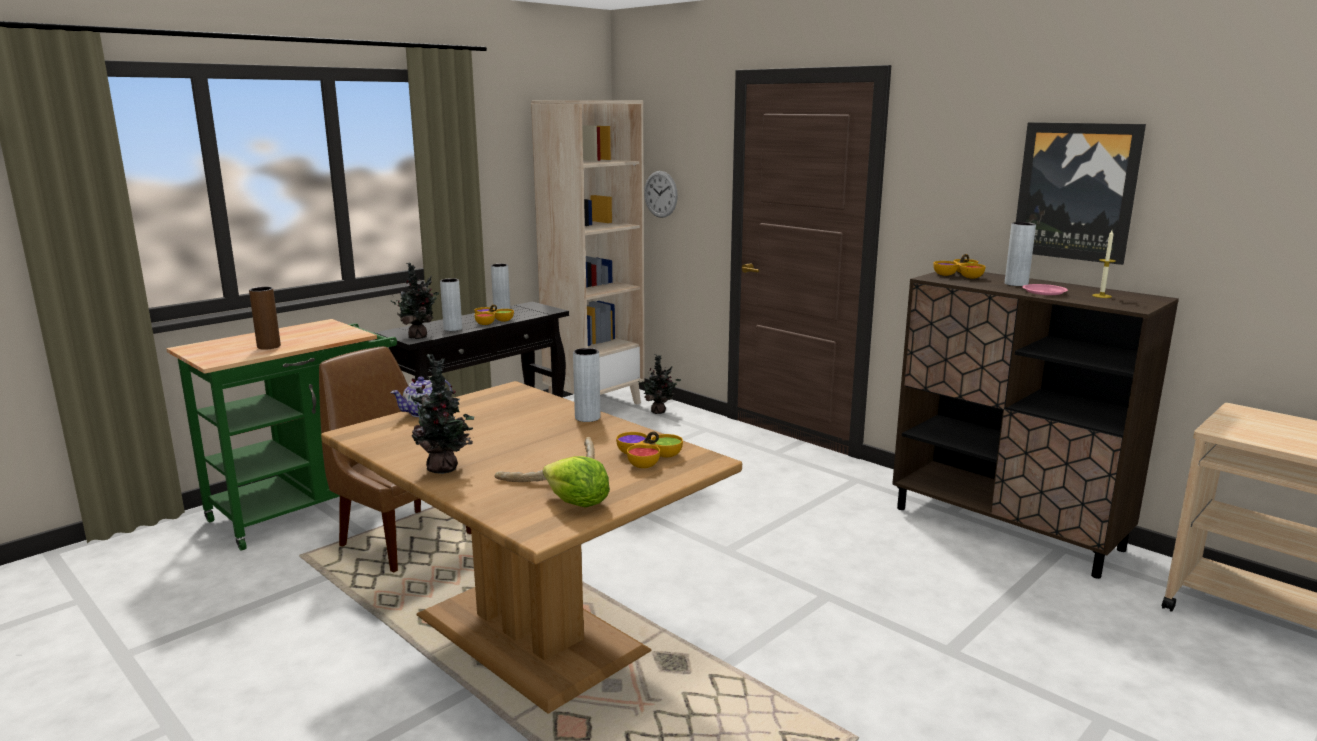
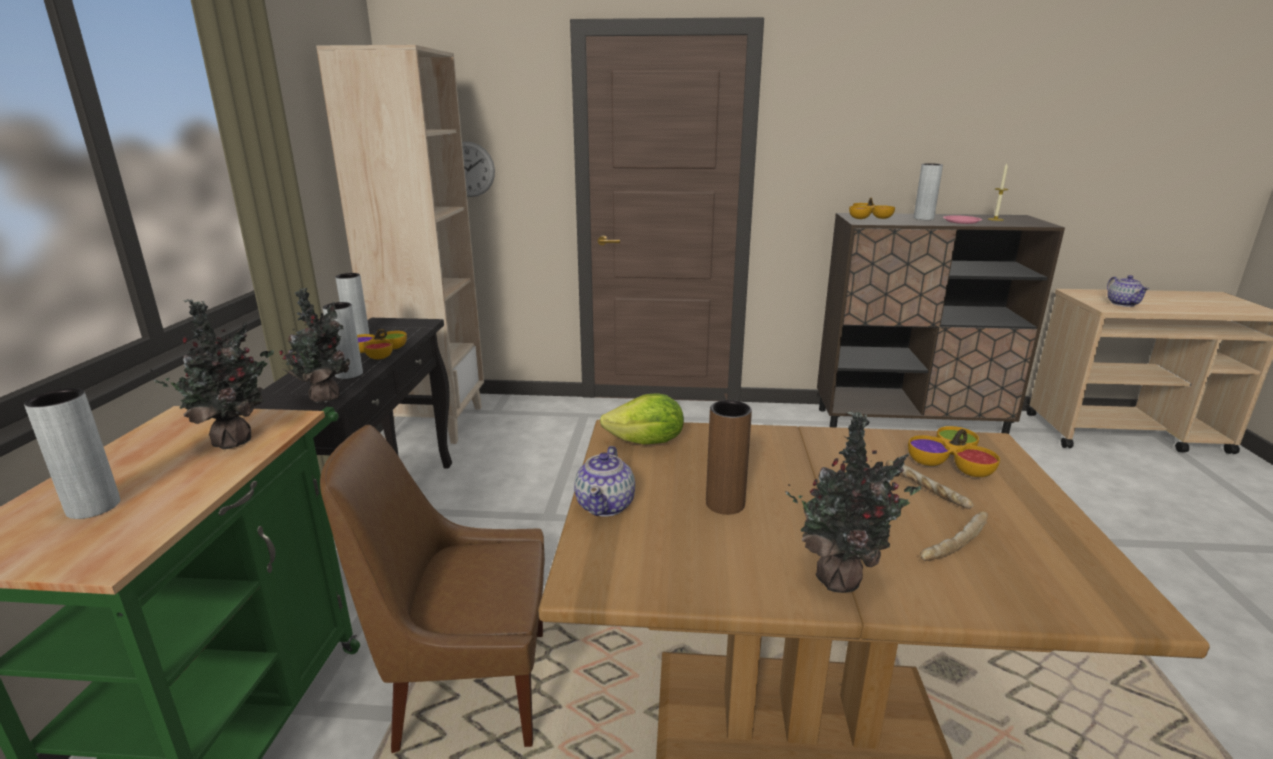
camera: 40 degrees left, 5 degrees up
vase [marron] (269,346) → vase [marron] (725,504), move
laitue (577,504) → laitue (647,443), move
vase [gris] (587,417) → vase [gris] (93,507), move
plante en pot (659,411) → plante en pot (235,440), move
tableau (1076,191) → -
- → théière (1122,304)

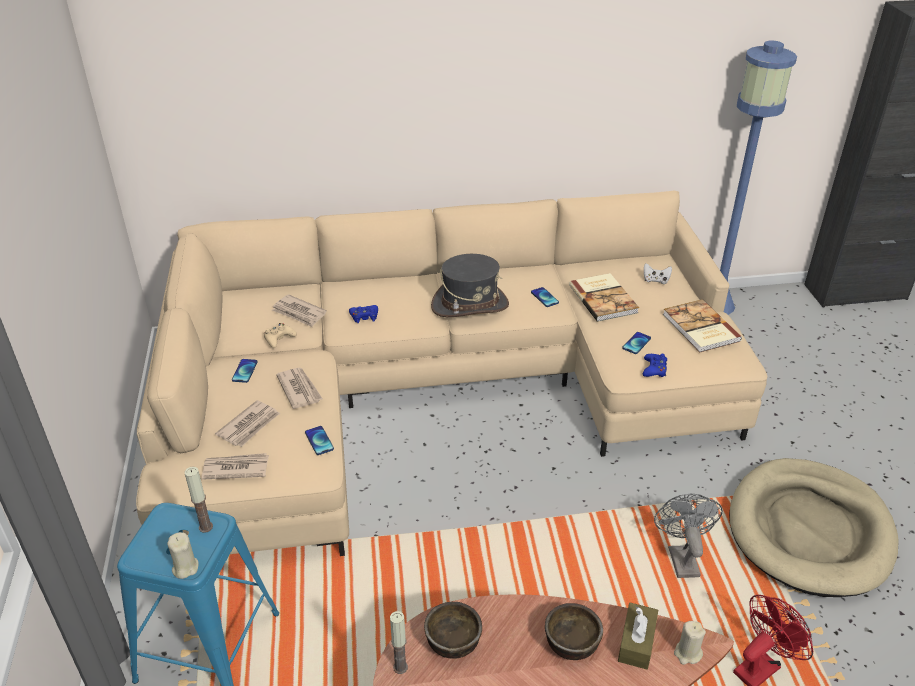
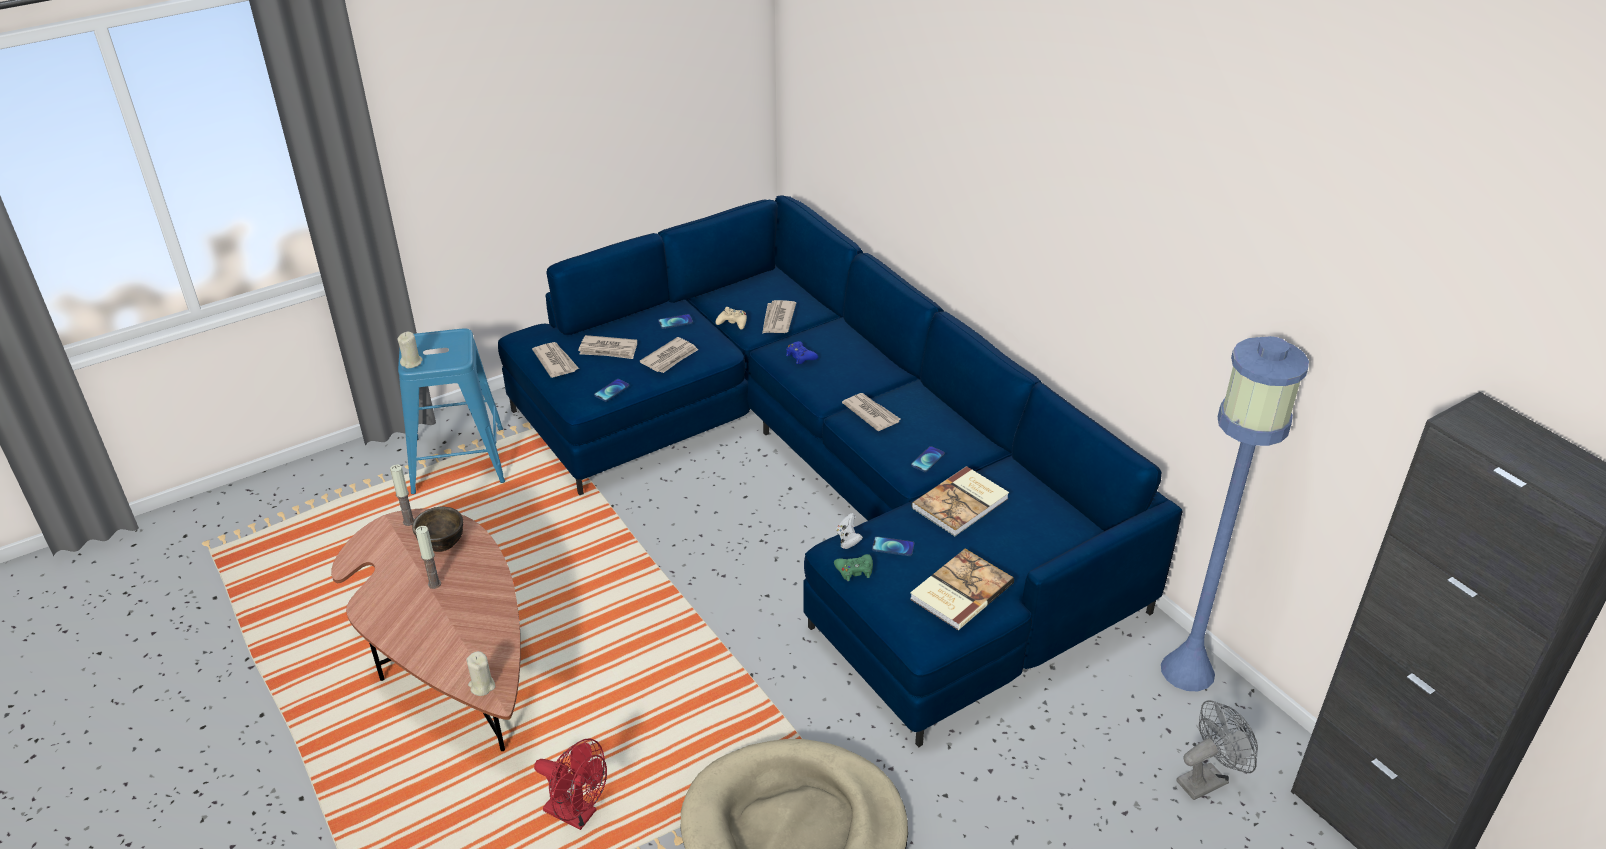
camera: 65 degrees right, 0 degrees up
canapé [beige] (433,392) → canapé [bleu] (824,478)
bougie (205,527) → bougie (434,584), move
chapeau [gris] (470,305) → journal (871,413)
bol [marron] (571,645) → -
boîte à mouchoirs [marron] (636,642) → -
manette [bleu] (654,369) → manette [vert] (854,571)
manette [blanc] (655,280) → manette [blanc] (848,540), move
ventilateur [gris] (681,557) → ventilateur [gris] (1207,779), move

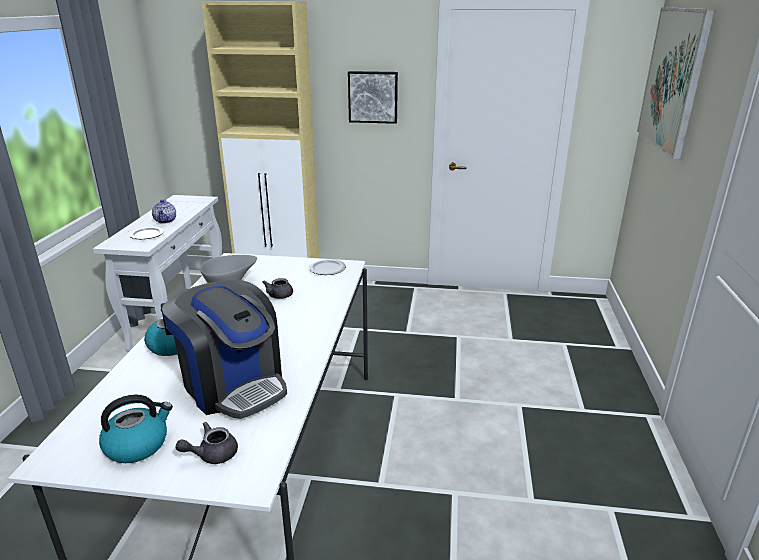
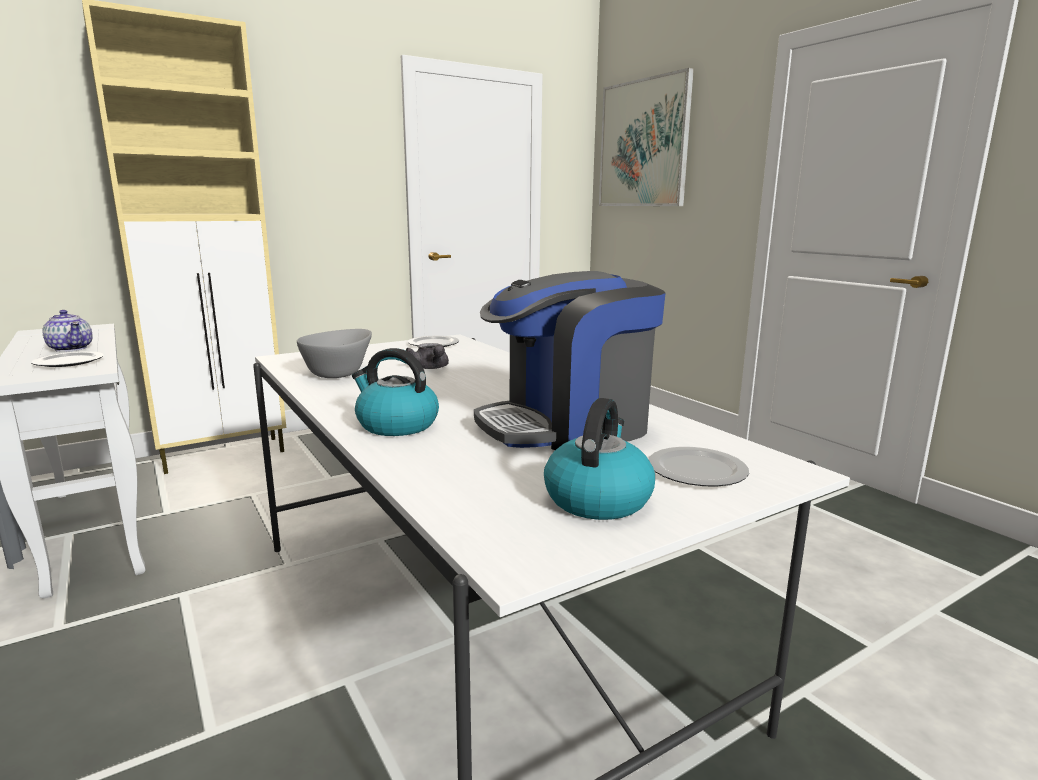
camera: 40 degrees left, 10 degrees down
machine à café (233,385) → machine à café (568,426), 150 degrees clockwise
théière [gris] (212,454) → assiette (698,471)
tableau (373,97) → -

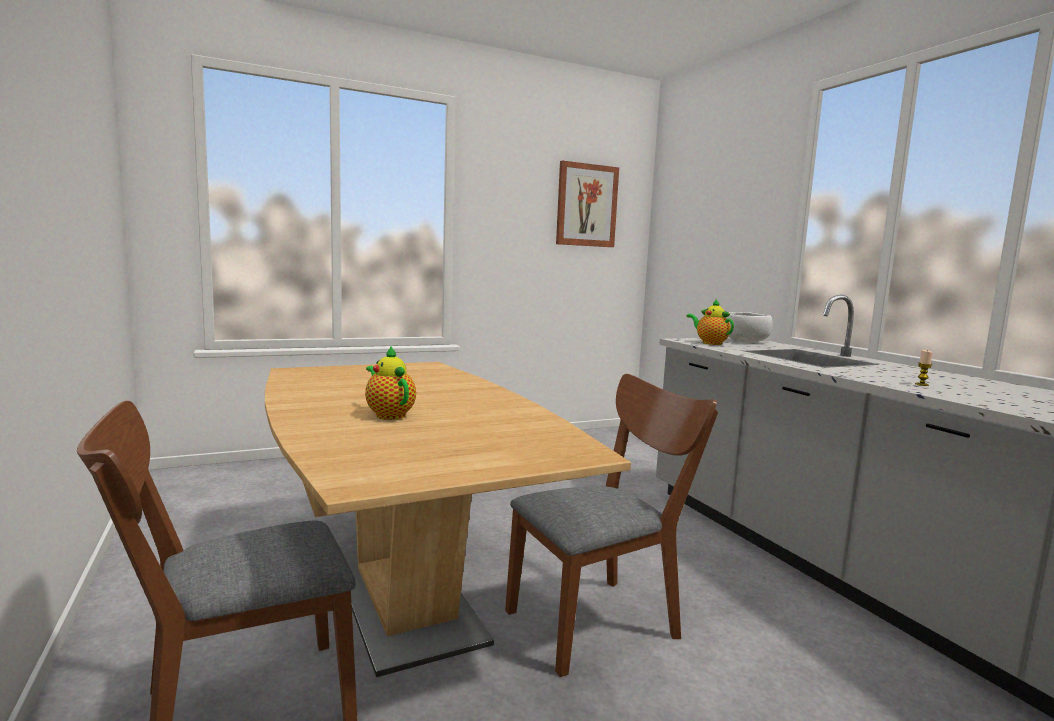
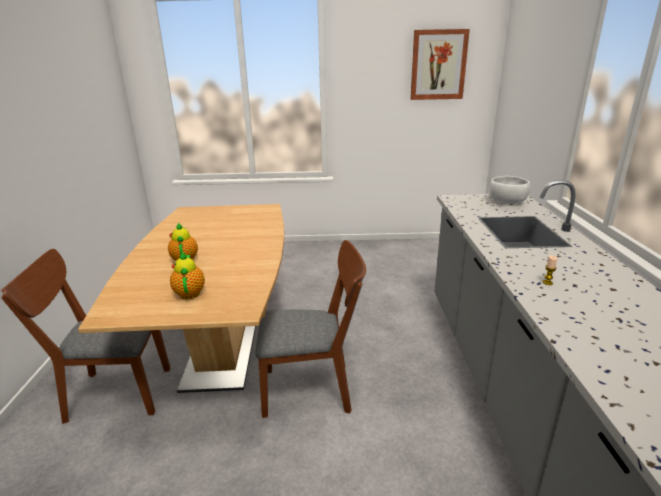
camera: 25 degrees right, 15 degrees up
théière (710,343) → théière (190,292), move

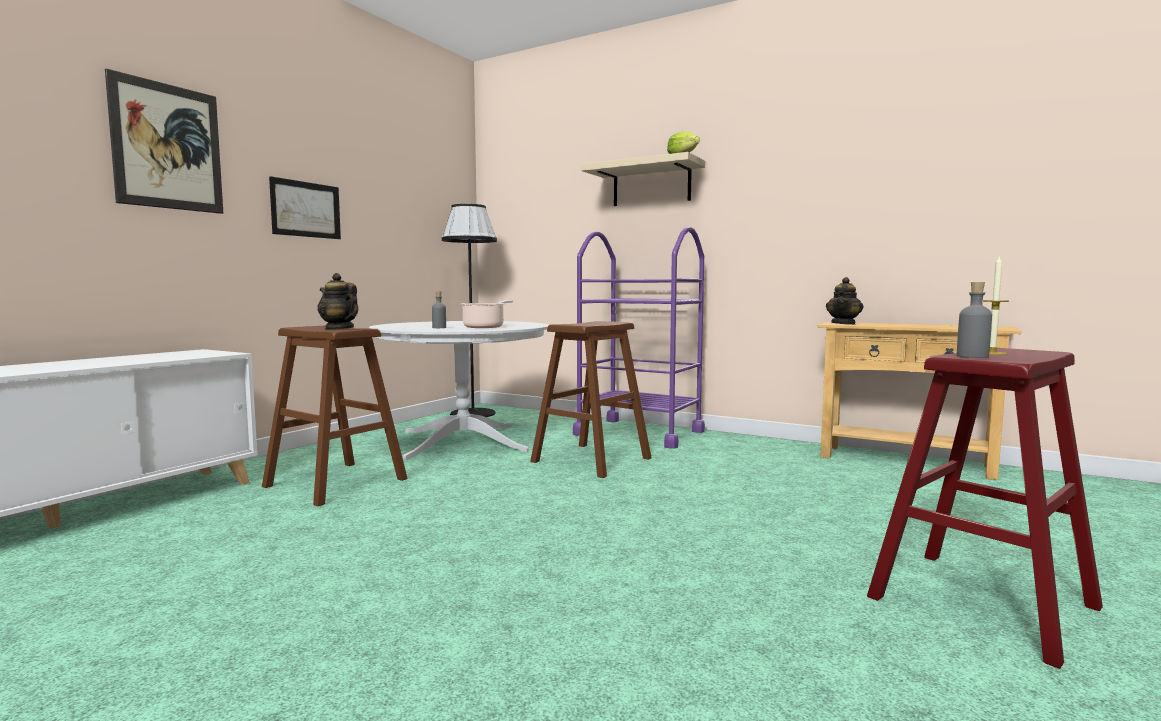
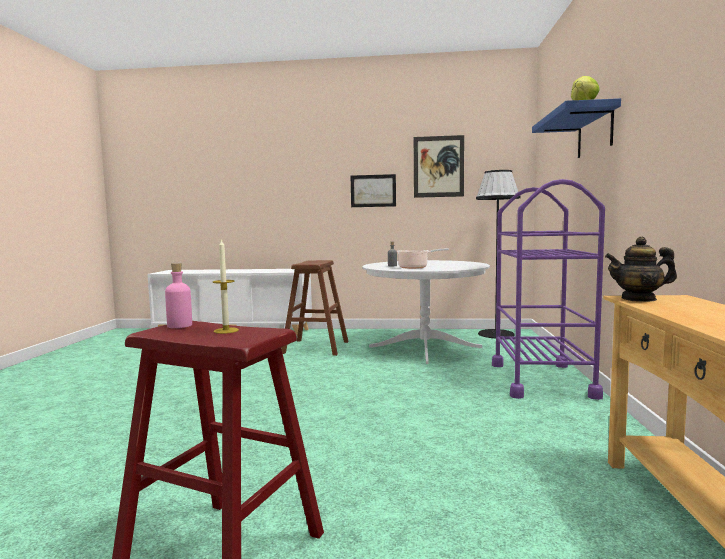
camera: 65 degrees right, 0 degrees up
tableau (168,146) → tableau (438,166), move
théière (339,329) → -
tabouret [marron] (591,460) → -
étagère [beige] (651,184) → étagère [bleu] (595,132)
bouteille [gris] (972,356) → bouteille [rose] (180,325)

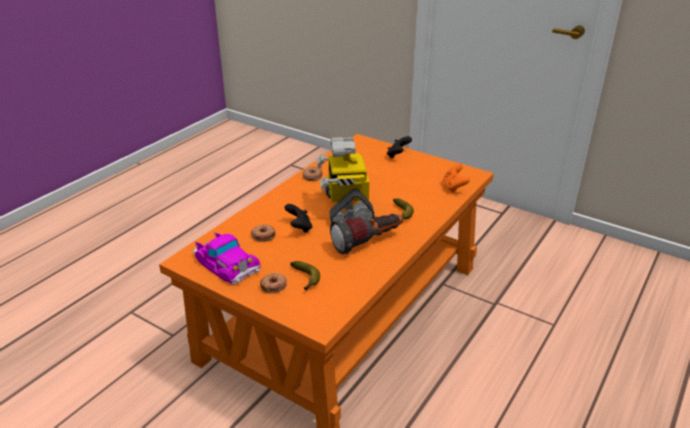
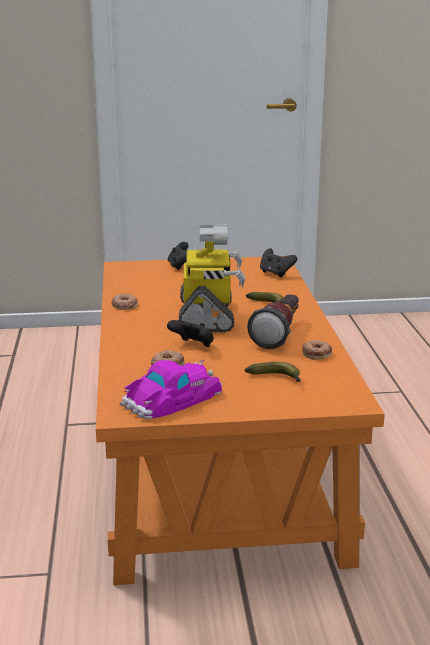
camera: 40 degrees left, 10 degrees down
petite voiture (226,263) → petite voiture (172,398), 45 degrees counterclockwise
beignet (274,285) → beignet (317,353), move
robot jouet (346,207) → robot jouet (208,316), 135 degrees counterclockwise
manette [orange] (454,187) → manette [noir] (276,273)

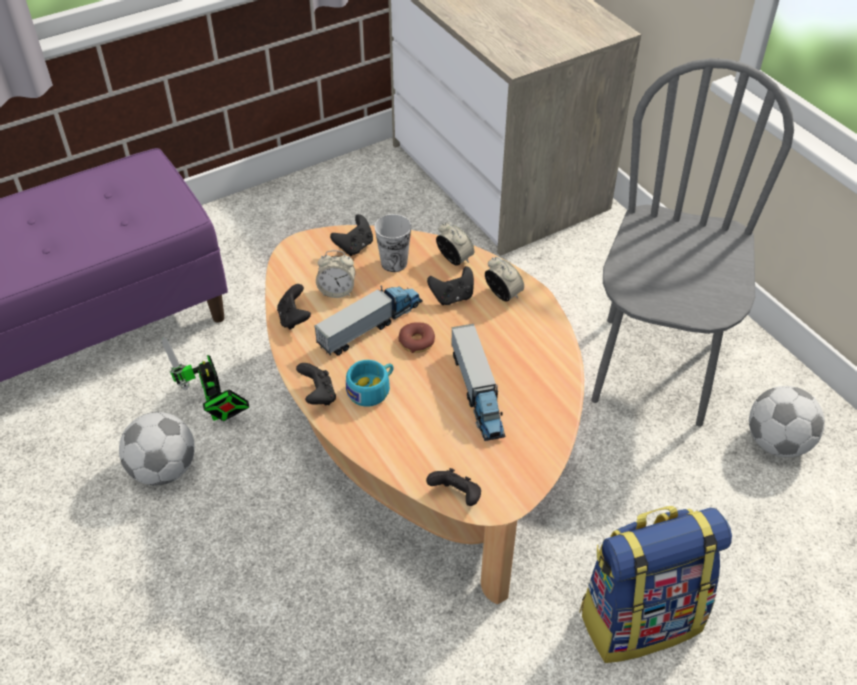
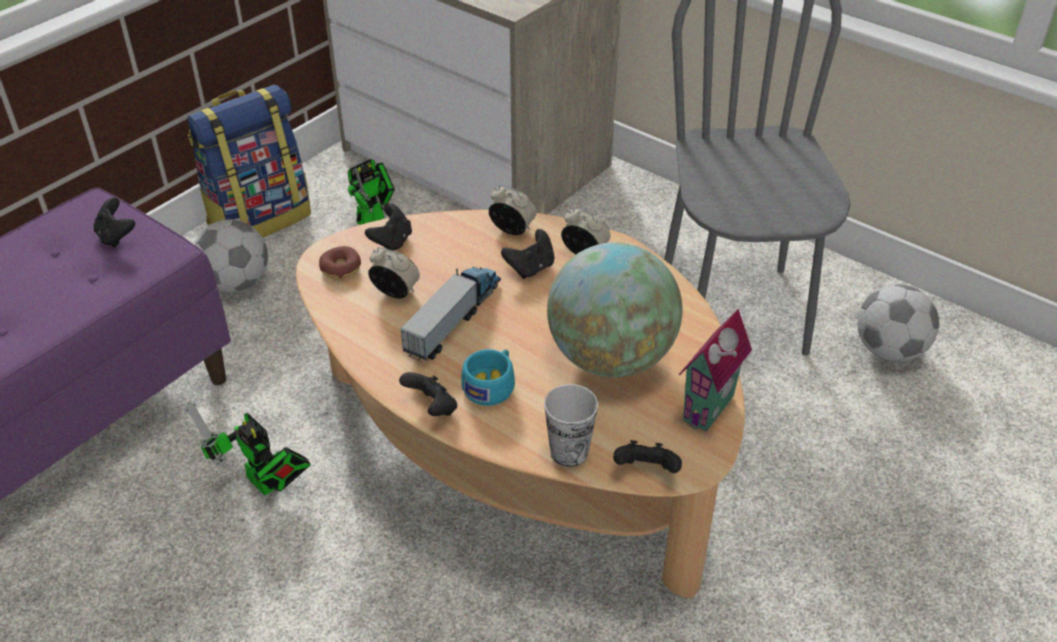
camera: 20 degrees left, 5 degrees down
ballon de foot (164,469) → ballon de foot (237,283), move
manette [noir] (294,318) → manette [noir] (116,237), move
réveil (337,291) → réveil (395,292), 135 degrees counterclockwise
tasse (394,263) → tasse (569,452), move
beignet (416,342) → beignet (341,268), move
camion jouet (477,392) → globe (611,358)
sac à dos (640,618) → sac à dos (260,218), move
- → robot jouet (374,218)
- → maison miniature (712,410)

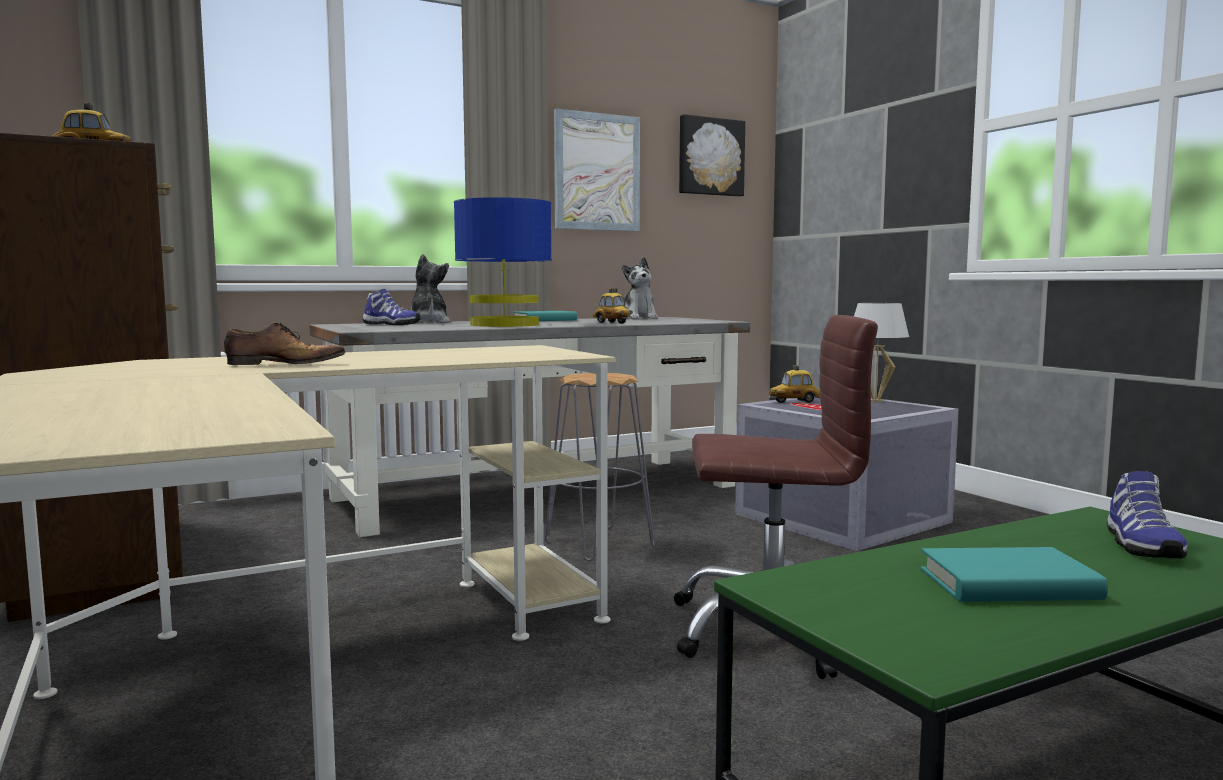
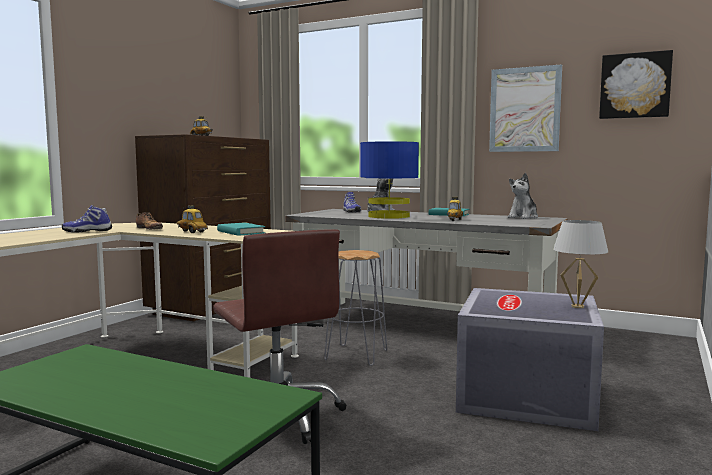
camera: 55 degrees right, 0 degrees up
petite voiture (794,402) → petite voiture (191,232), move
livre [turquoise] (1008,585) → livre [turquoise] (240,232), move
chaussure (1139,545) → chaussure (87,231), move

